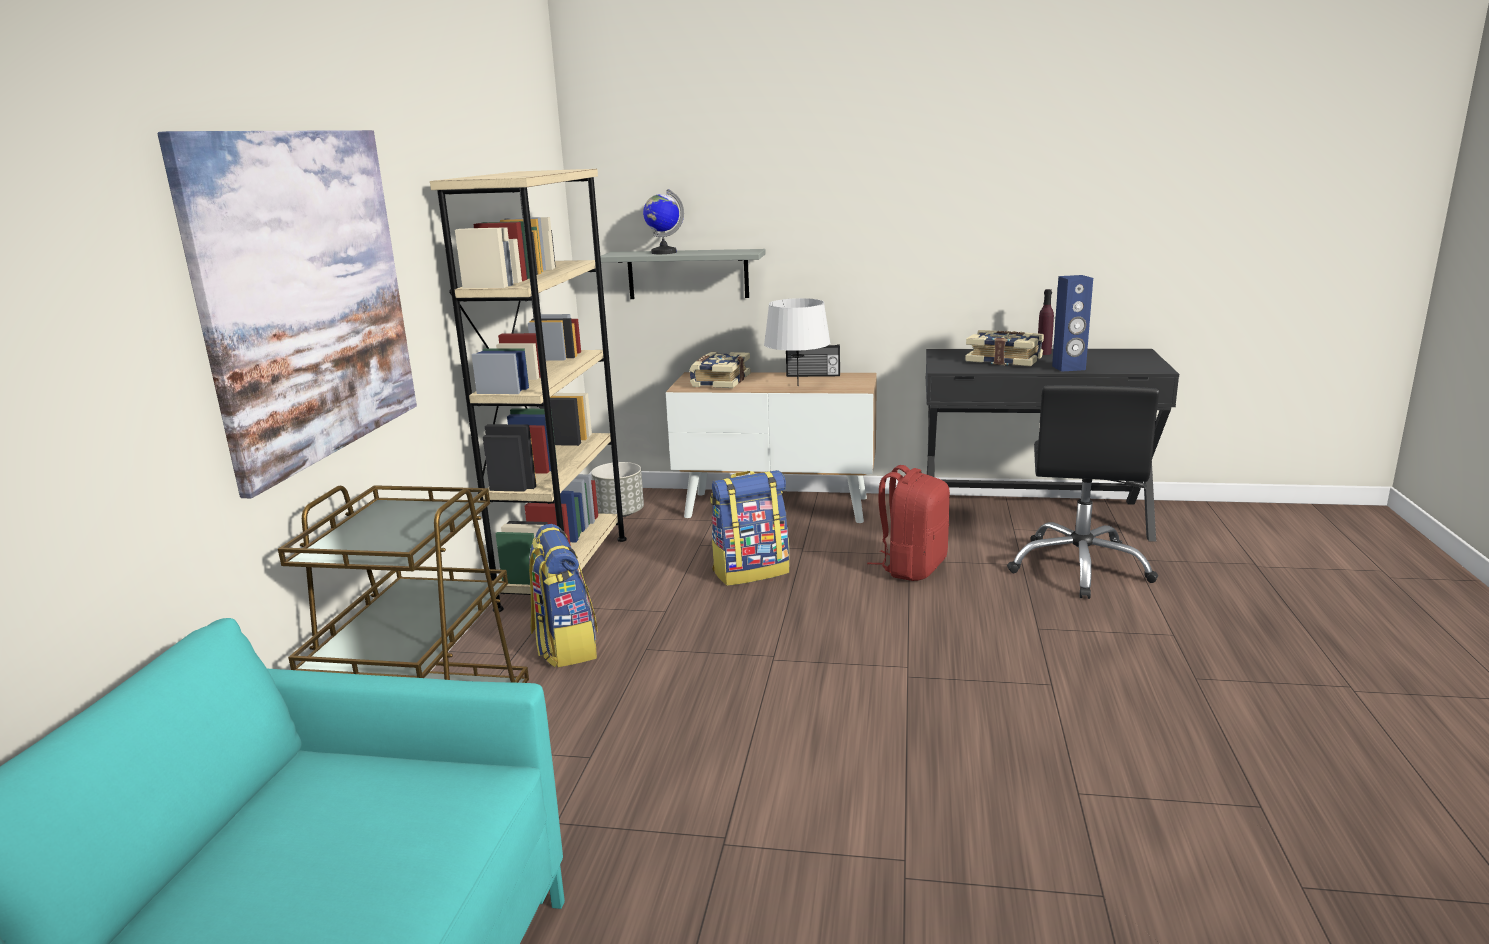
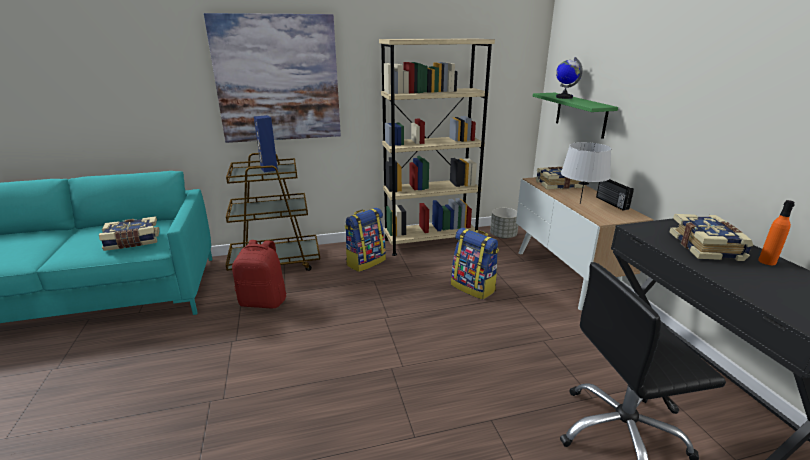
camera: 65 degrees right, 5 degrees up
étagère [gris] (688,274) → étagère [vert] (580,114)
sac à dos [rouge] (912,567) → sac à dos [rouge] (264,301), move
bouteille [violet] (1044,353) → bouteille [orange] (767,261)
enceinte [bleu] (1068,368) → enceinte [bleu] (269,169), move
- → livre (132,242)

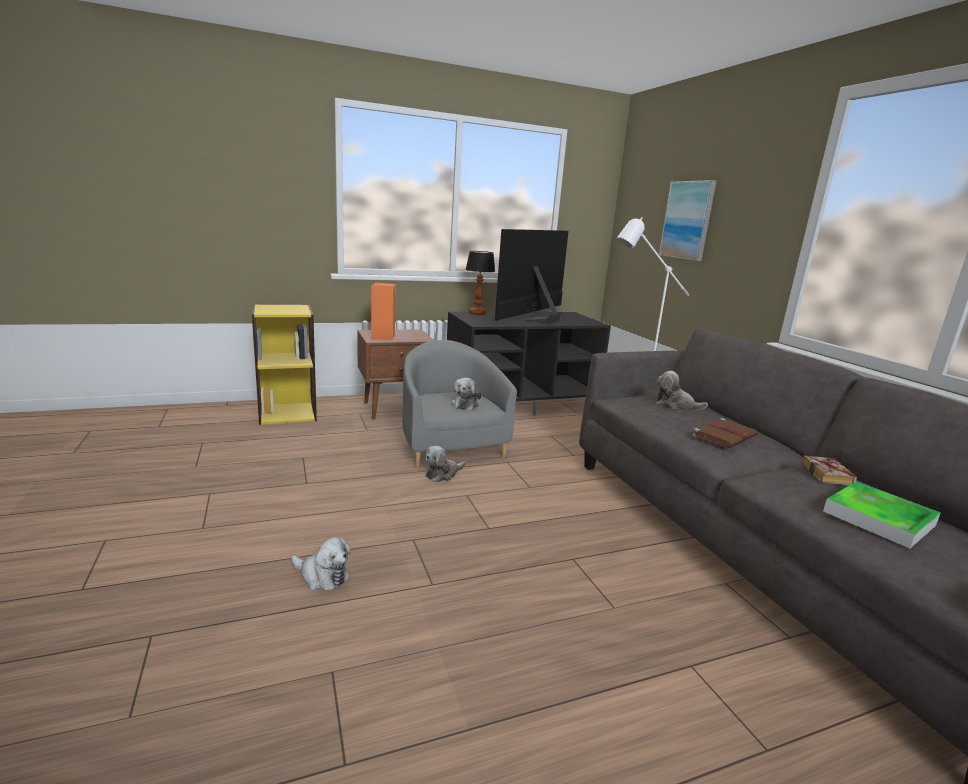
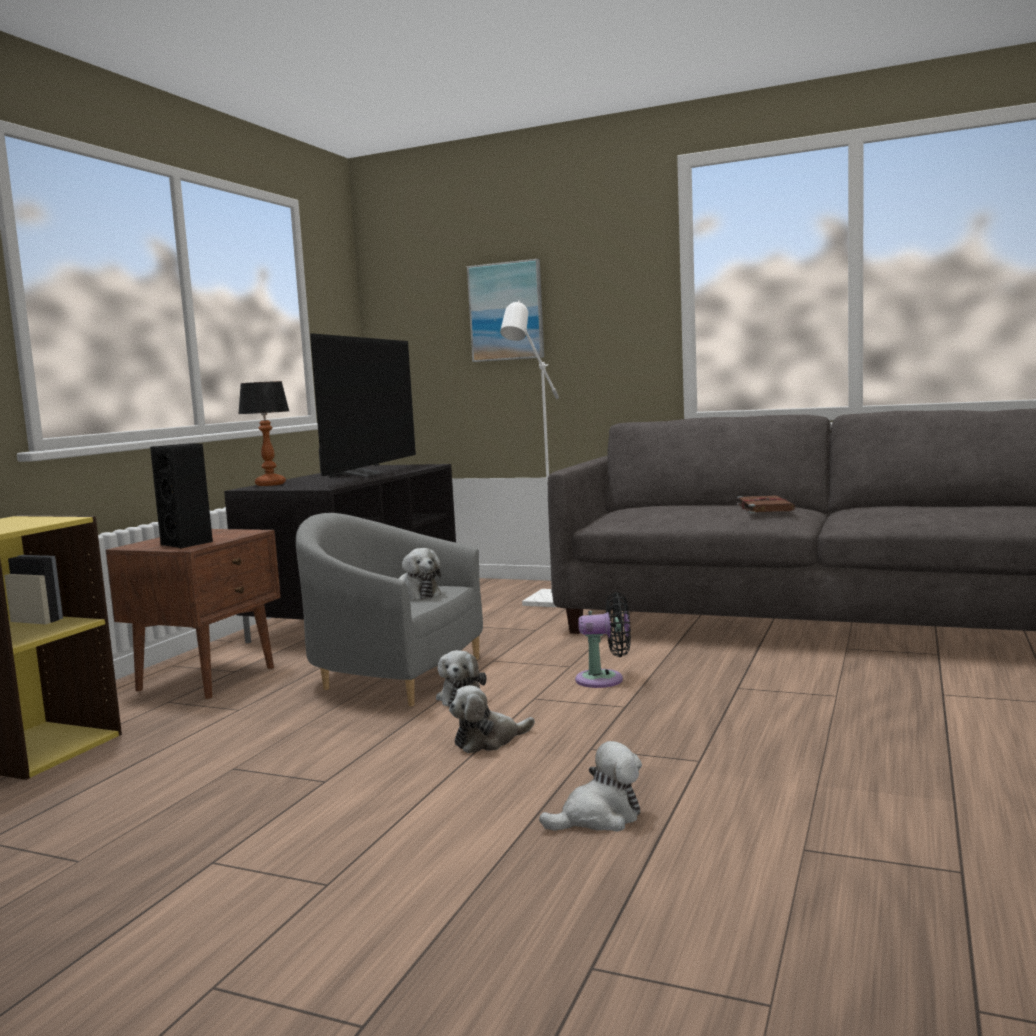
camera: 45 degrees left, 10 degrees down
enceinte [orange] (383,337) → enceinte [noir] (188,544)
téléviseur (536,320) → téléviseur (363,474), 150 degrees counterclockwise
peluche (675,405) → peluche (488,741), move
livre (829,476) → -
plateau (878,518) → -
- → ventilateur [noir] (605,679)

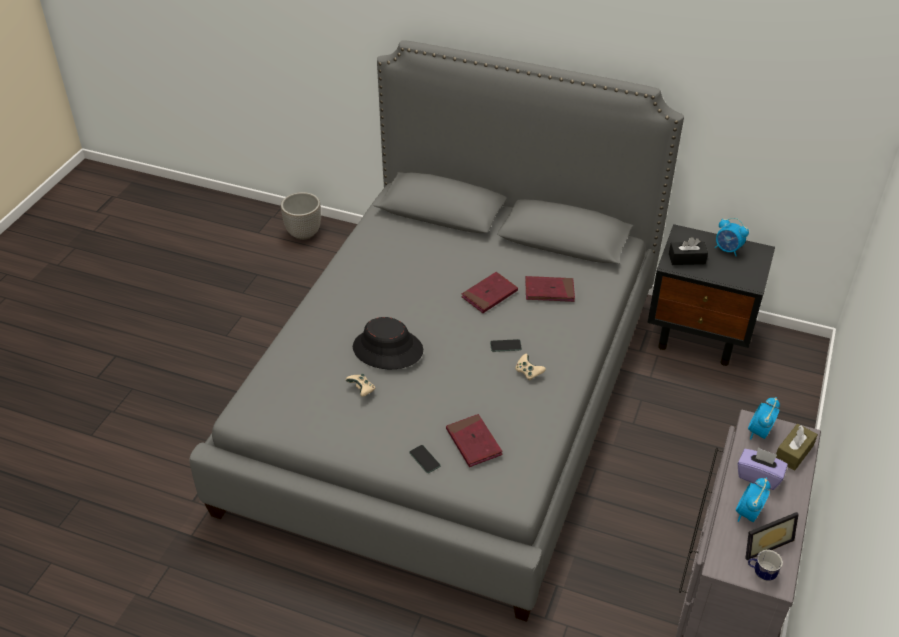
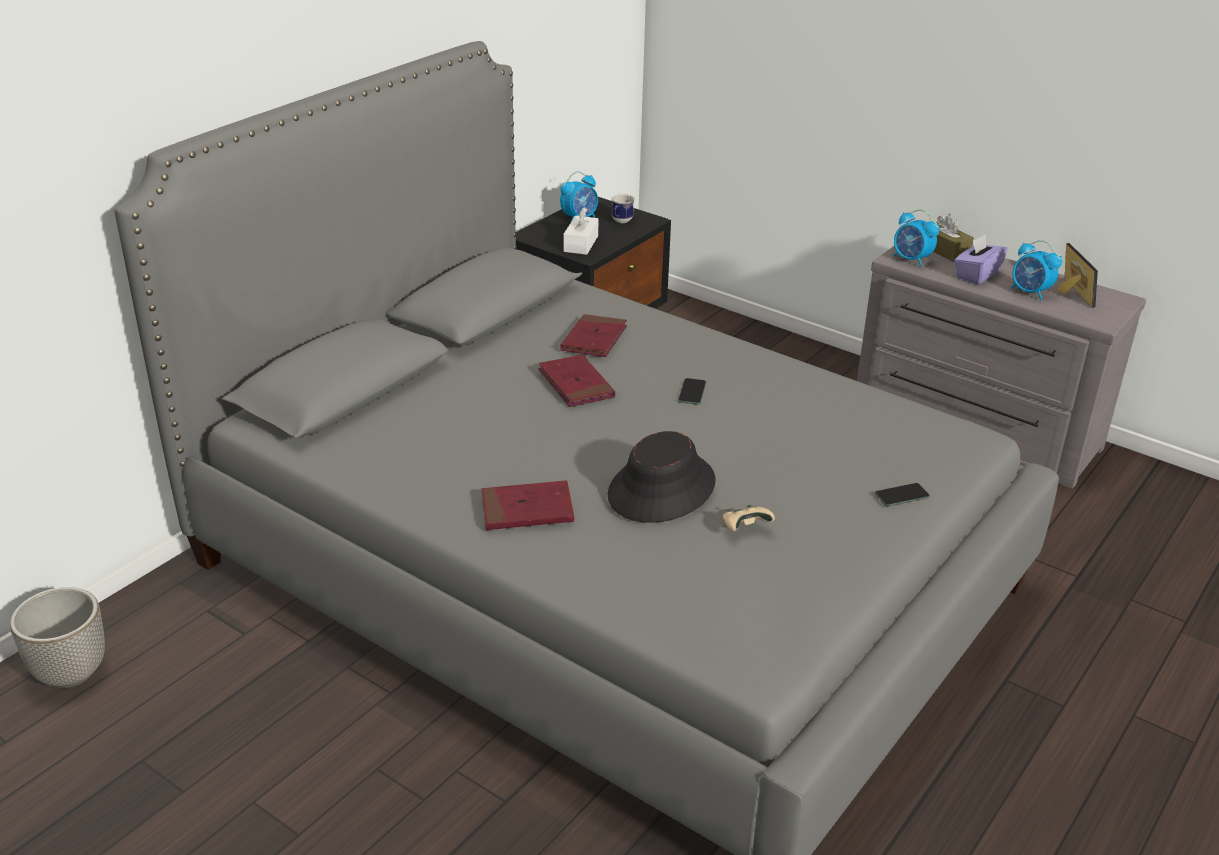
camera: 75 degrees left, 10 degrees down
livre [rouge] (473,442) → livre [rouge] (527,510), move
manette [beige] (528,372) → -
boîte à mouchoirs [noir] (687,259) → boîte à mouchoirs [blanc] (581,244)
mug (760,574) → mug (620,221), move

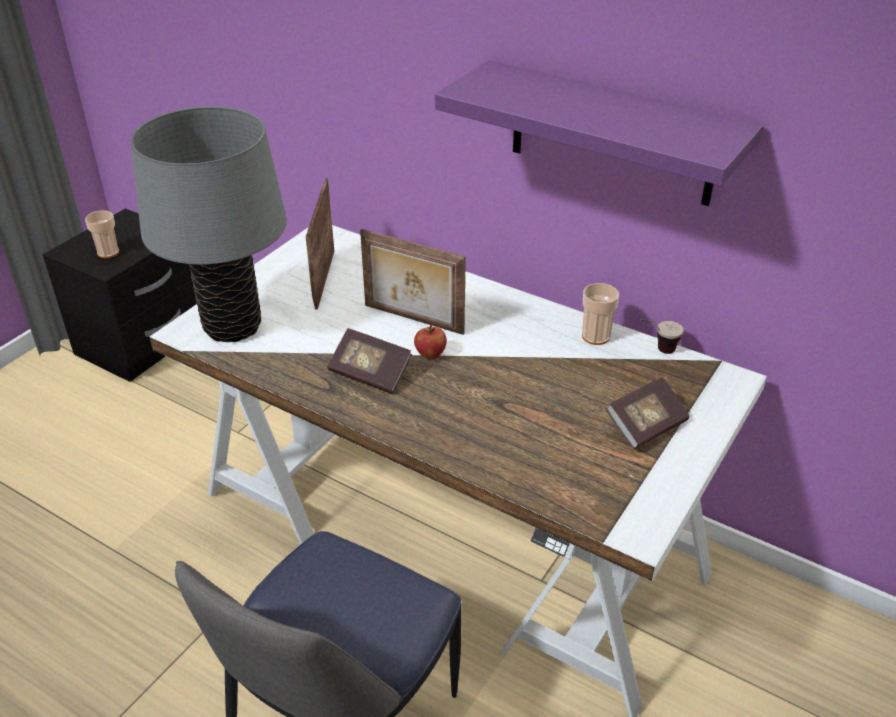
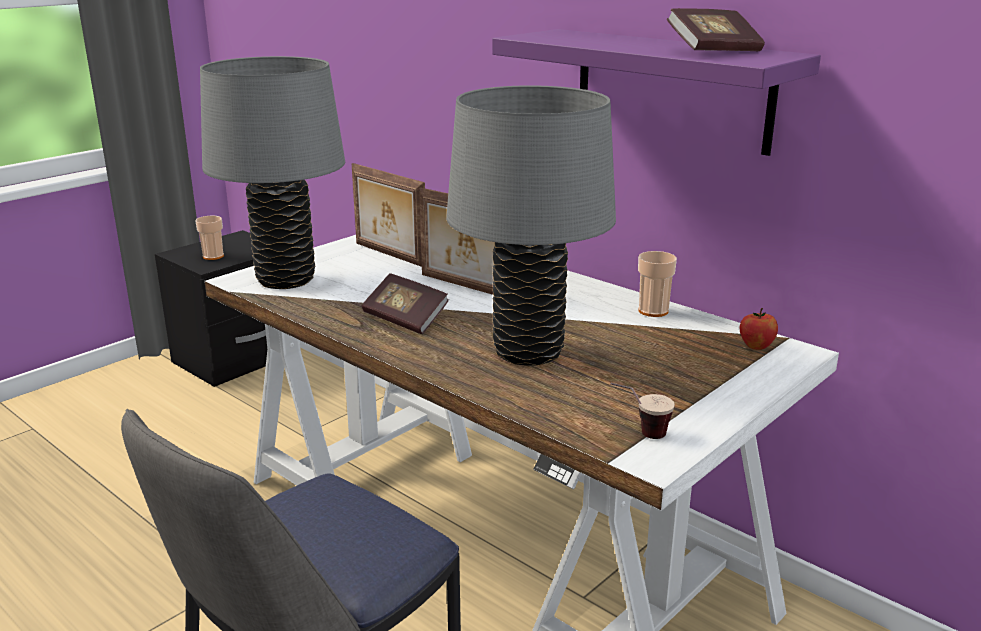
camera: 10 degrees right, 15 degrees down
cadre photo (323,278) → cadre photo (389,255), 60 degrees counterclockwise
pomme (430,354) → pomme (756,346), move
livre (646,426) → livre (714,51), move
tasse (656,350) → tasse (639,434), move
- → lampe de table [gris] (528,352)

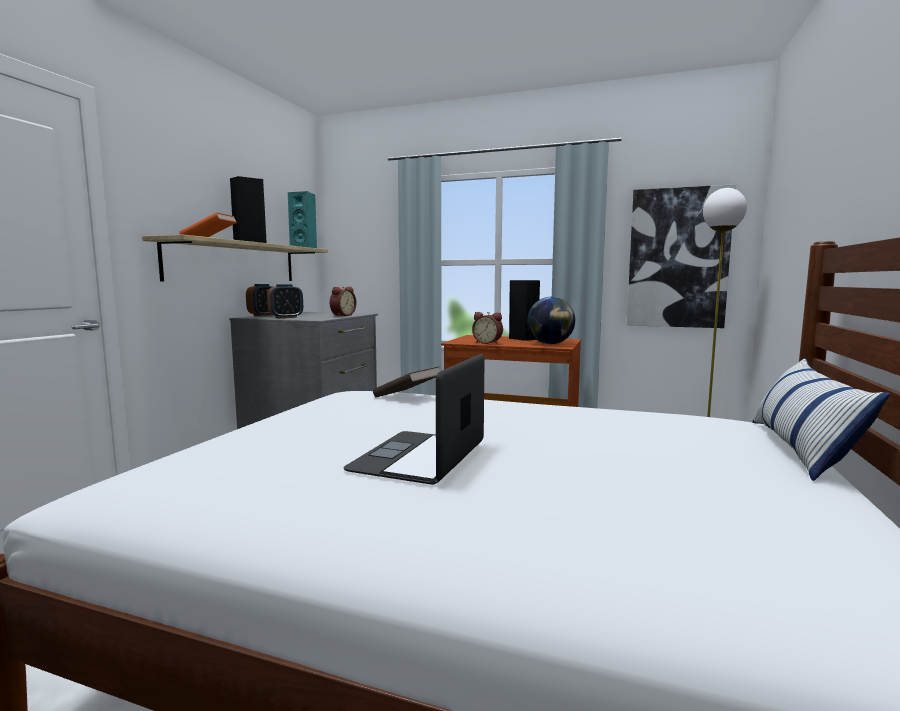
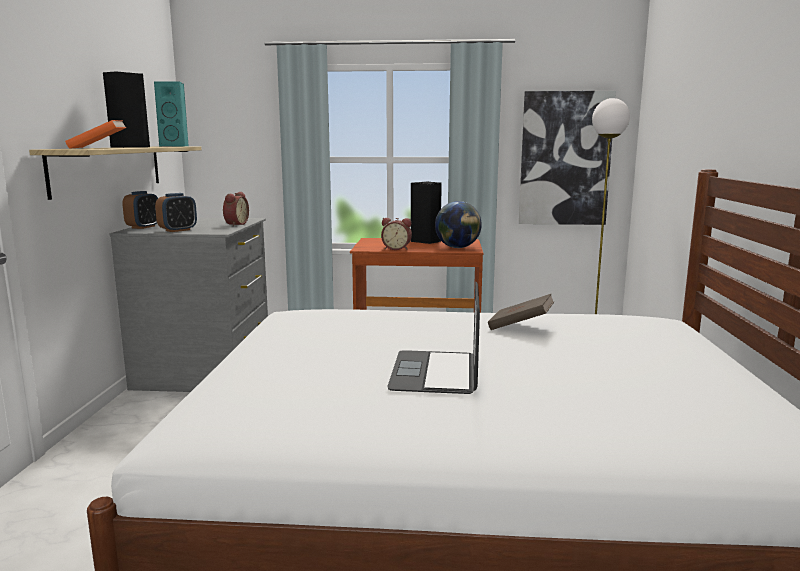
camera: 15 degrees left, 5 degrees up
livre [marron] (407,397) → livre [marron] (520,327), move
coussin (801,449) → -

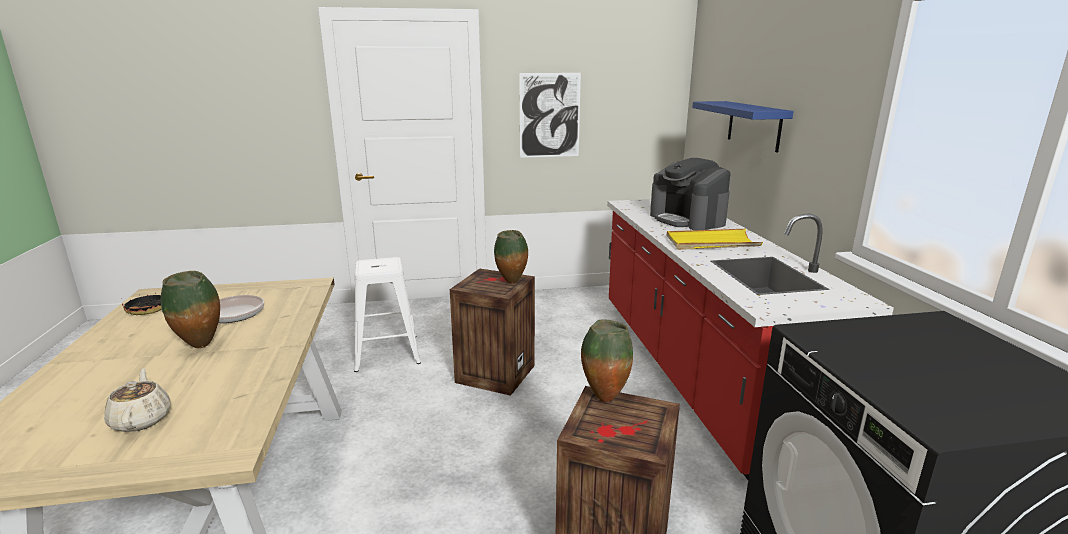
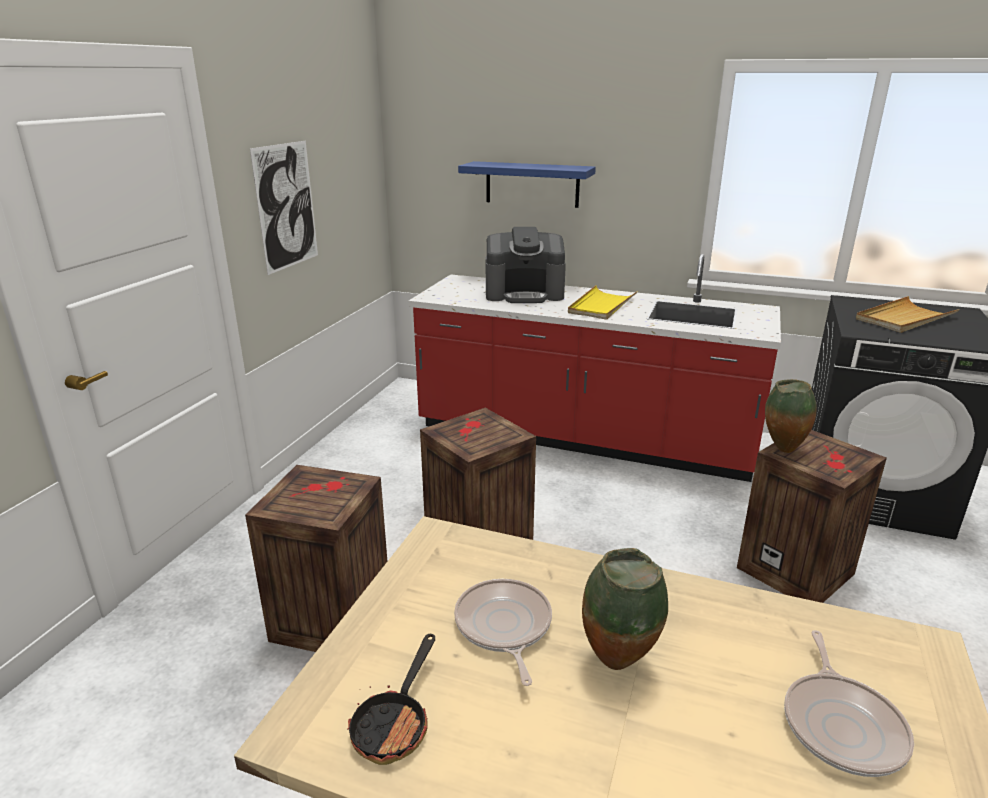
camera: 60 degrees left, 5 degrees up
théière [beige] (142,419) → poêle (842,725)
tabouret [blanc] (388,352) → caisse (330,617)
vase (512,283) → -
- → plateau [beige] (904,318)

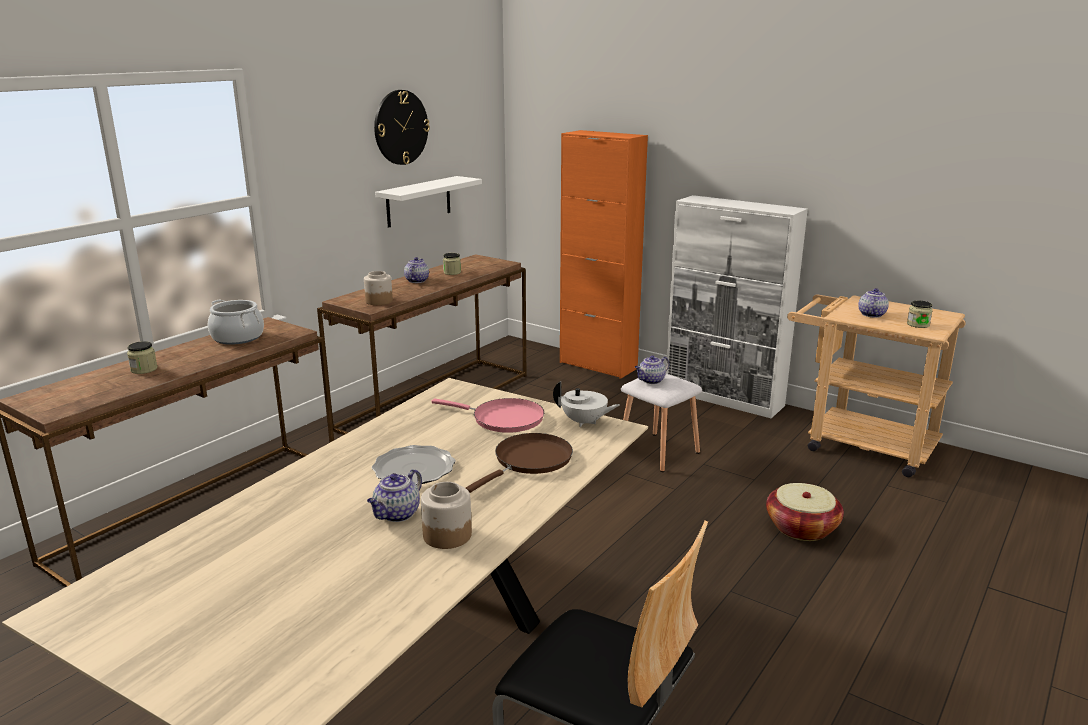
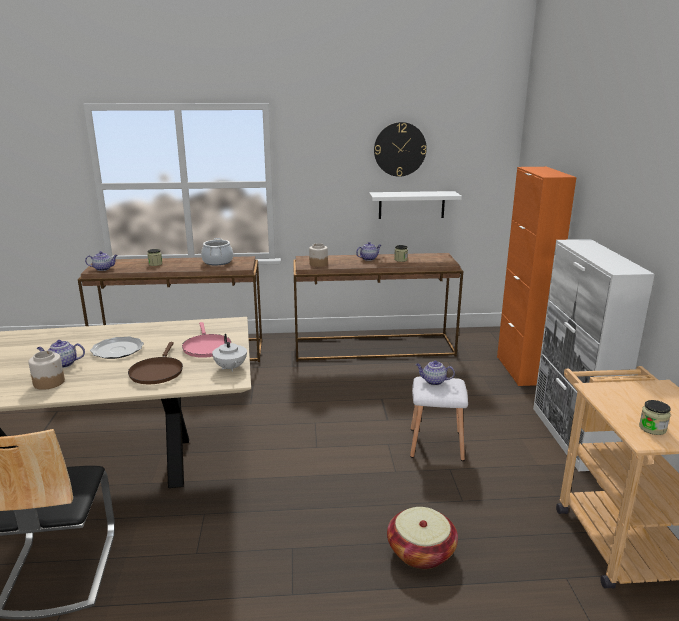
camera: 50 degrees right, 0 degrees up
poêle [marron] (529,461) → poêle [marron] (157,372), 90 degrees clockwise
théière (871,314) → théière (103,269), move

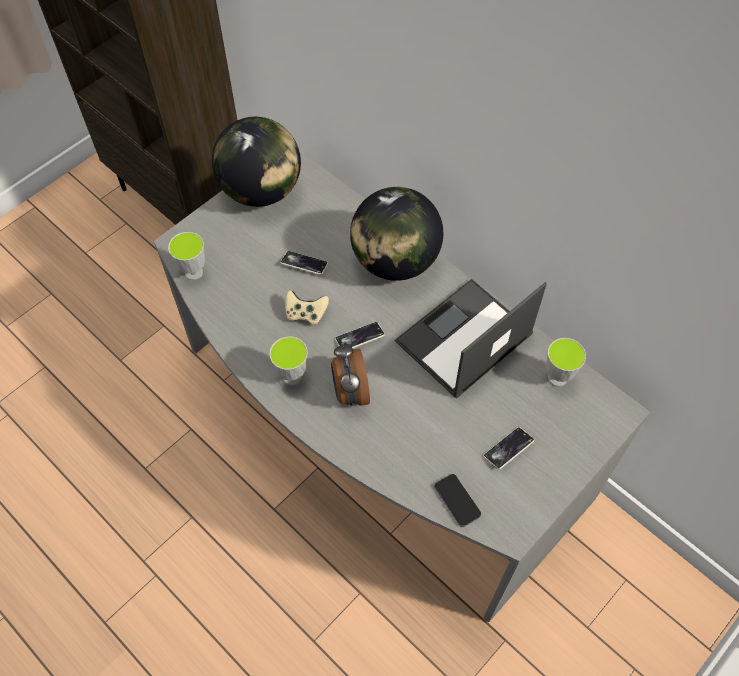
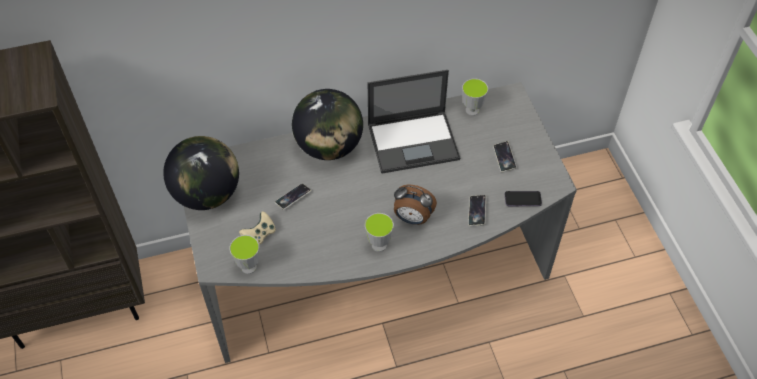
camera: 60 degrees left, 5 degrees down
manette [beige] (305,313) → manette [beige] (259,234), move
téléphone (360,338) → téléphone (477,211), move
ordinateur portable (463,339) → ordinateur portable (414,141), 90 degrees counterclockwise

